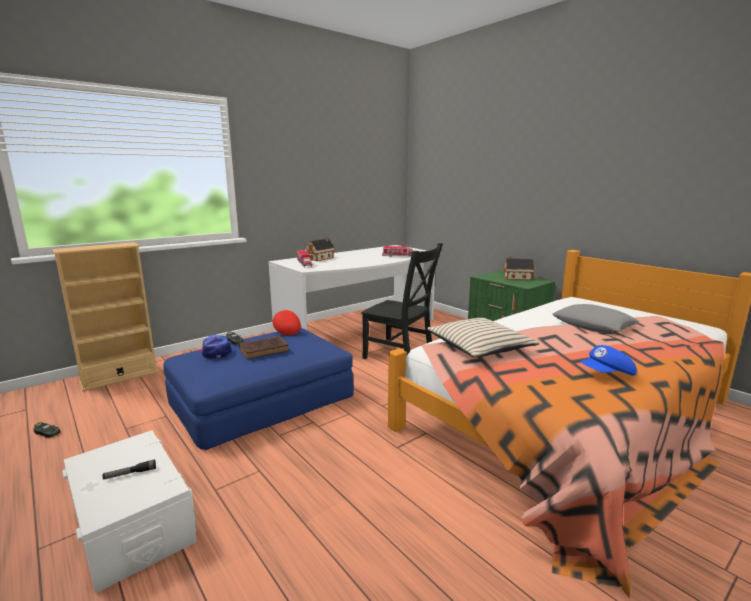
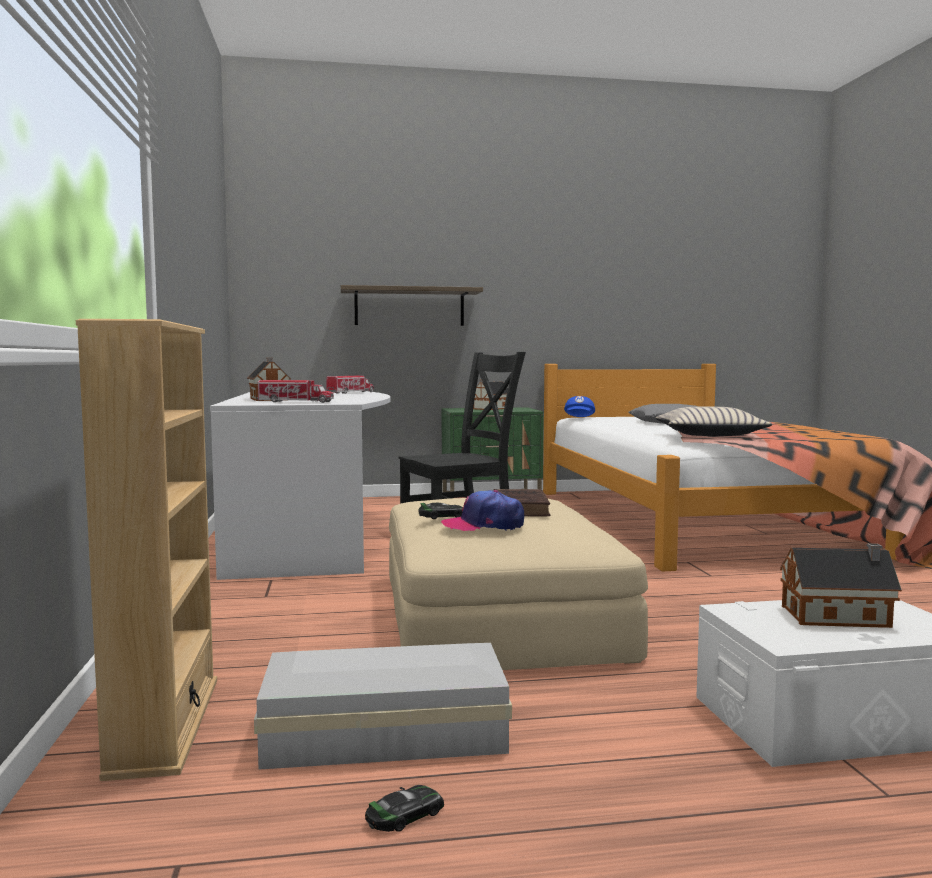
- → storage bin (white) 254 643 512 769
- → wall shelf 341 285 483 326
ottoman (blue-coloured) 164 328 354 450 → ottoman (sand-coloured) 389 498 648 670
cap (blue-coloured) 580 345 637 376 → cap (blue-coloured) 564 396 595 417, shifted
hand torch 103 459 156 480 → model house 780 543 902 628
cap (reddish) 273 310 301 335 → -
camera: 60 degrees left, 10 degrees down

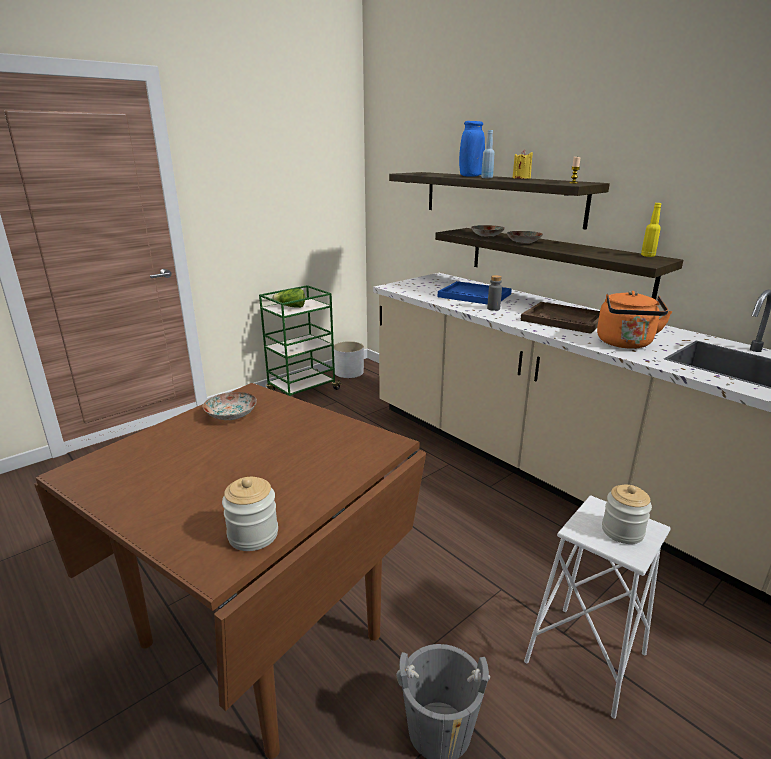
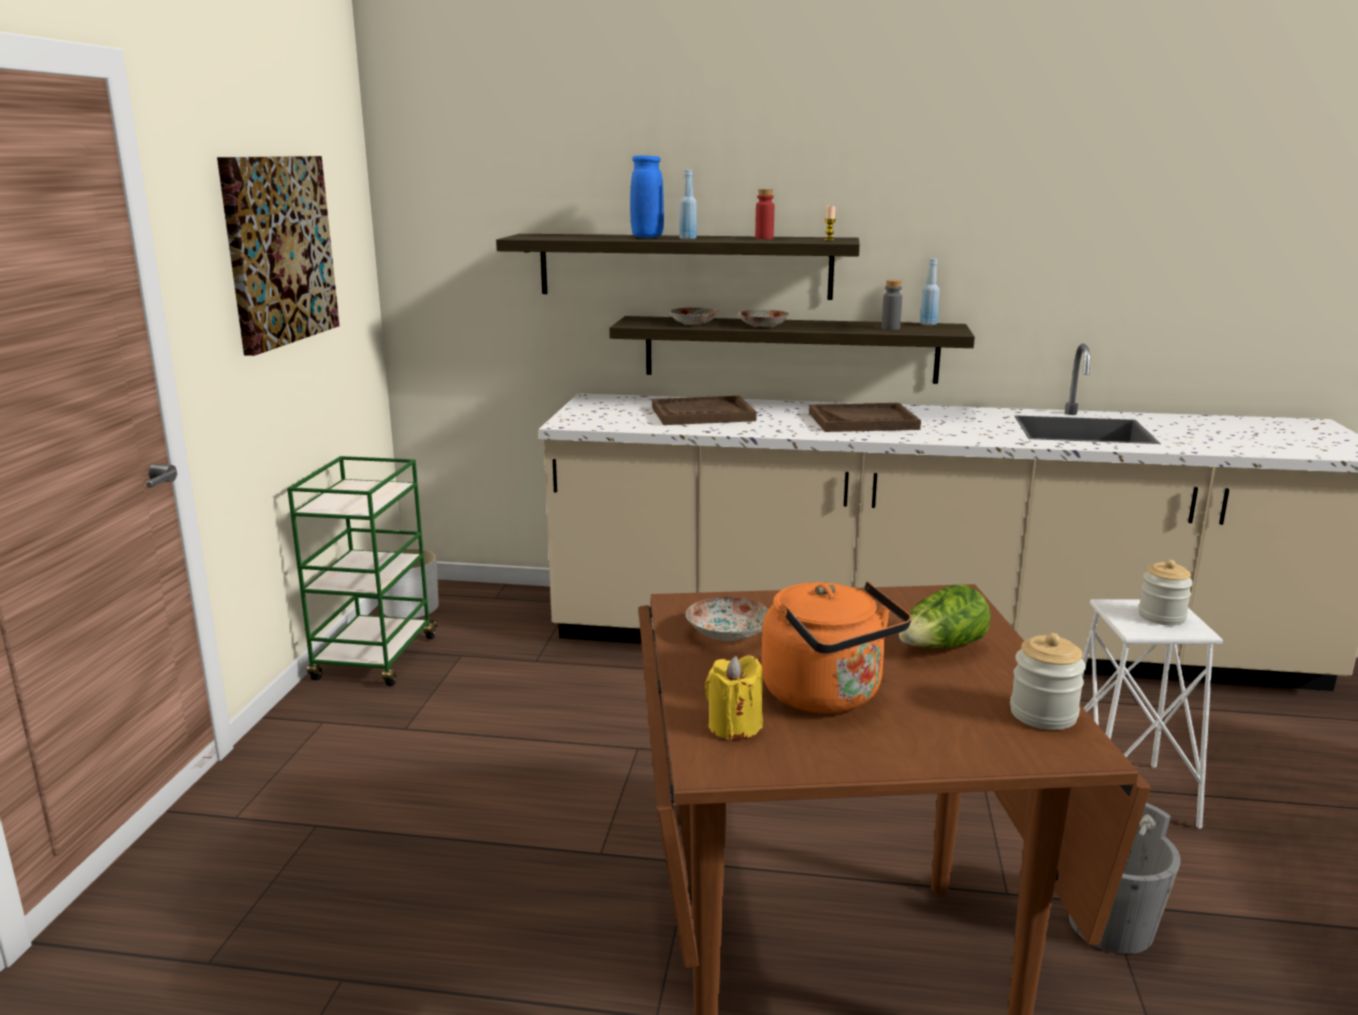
- → picture 217 156 340 356
tray (blue-coloured) 438 281 512 305 → tray (brownish) 652 396 757 425
wax light (yellow) 512 150 533 179 → wax light (yellow) 705 655 763 740, shifted
- → beverage bottle (reddish) 755 189 774 239
tea kettle (orangey) 597 291 672 349 → tea kettle (orangey) 761 581 911 713, shifted
beverage bottle (greyish) 487 275 502 311 → beverage bottle (greyish) 882 280 902 330, shifted
head of lettuce 272 289 305 308 → head of lettuce 899 585 991 648, shifted
beverage bottle (yellow) 641 203 662 257 → beverage bottle (blue-coloured) 920 258 940 325
camera: 40 degrees left, 5 degrees down

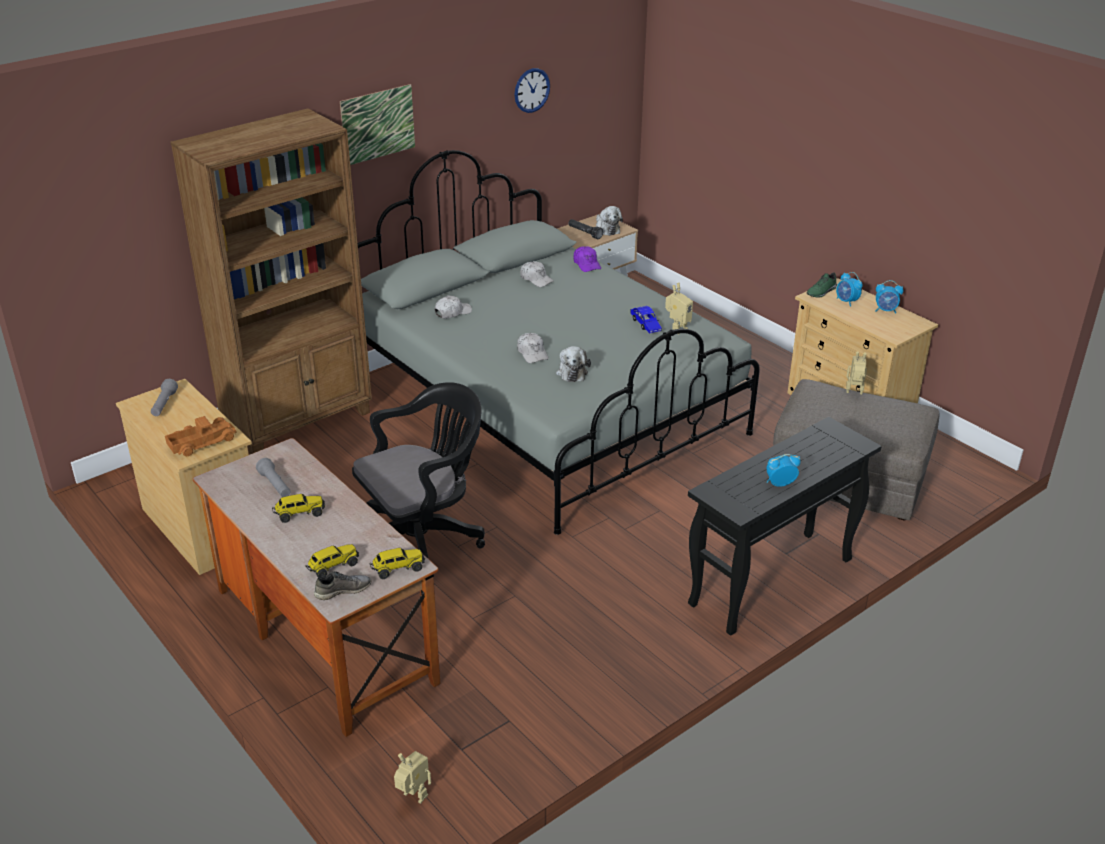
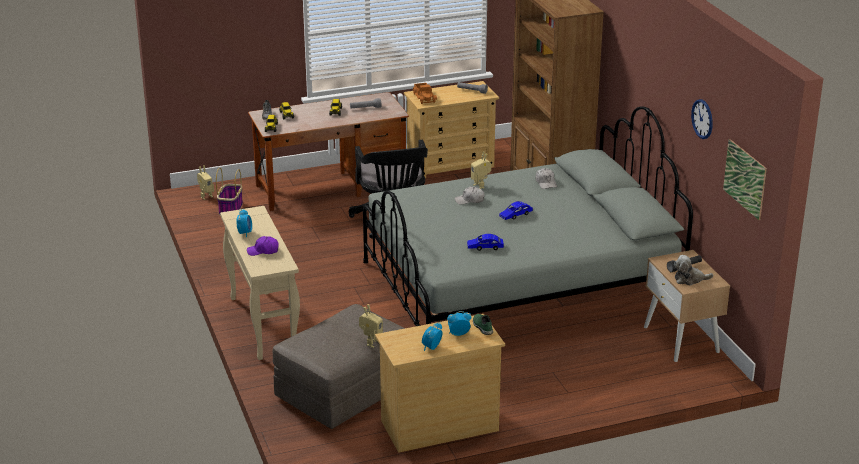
- → storage basket 216 168 243 215
hall table (black) 688 417 882 636 → hall table (sand-coloured) 220 206 300 360
cap (purple) 573 246 601 272 → cap (purple) 247 236 279 256, shifted
model robot 665 283 693 330 → model robot 471 151 491 189, shifted
- → model car (blue-coloured) 499 201 533 220
picture 340 84 415 165 → picture 723 139 767 220, shifted
cap (white) 520 261 554 287 → -
soft toy 556 346 591 382 → -
camera: 110 degrees right, 5 degrees down

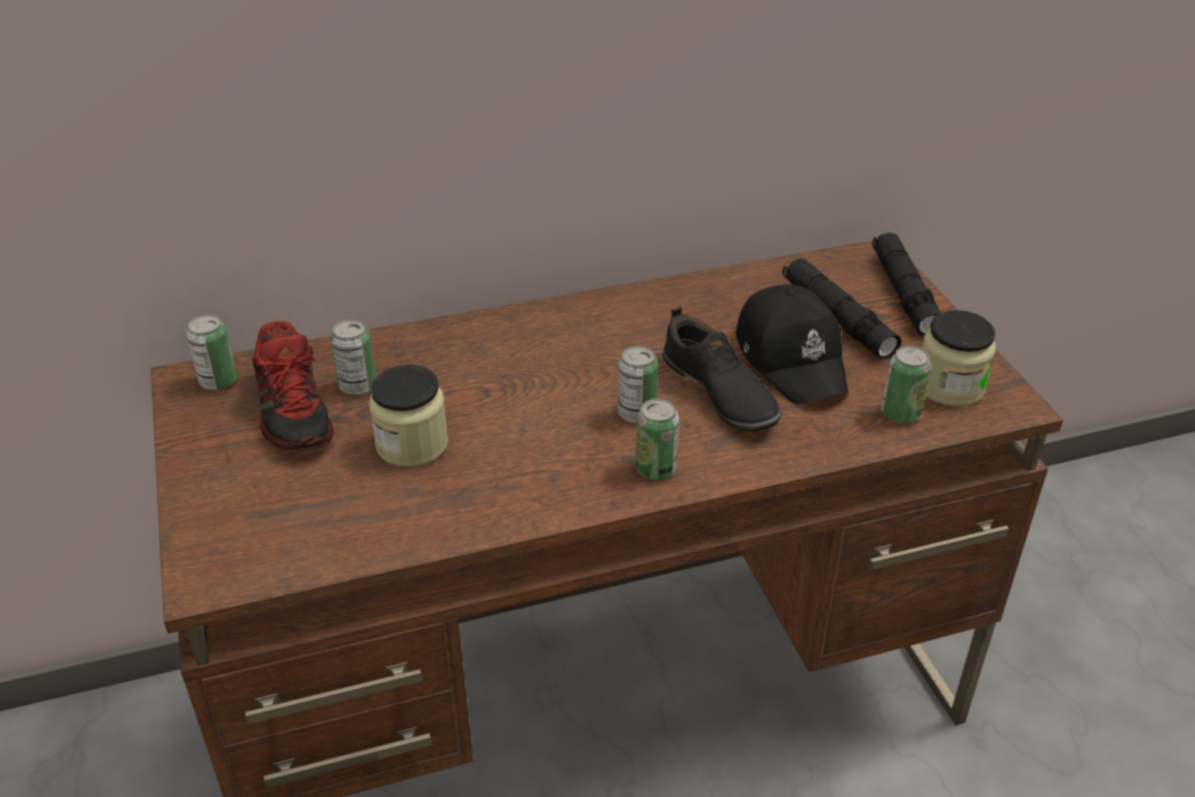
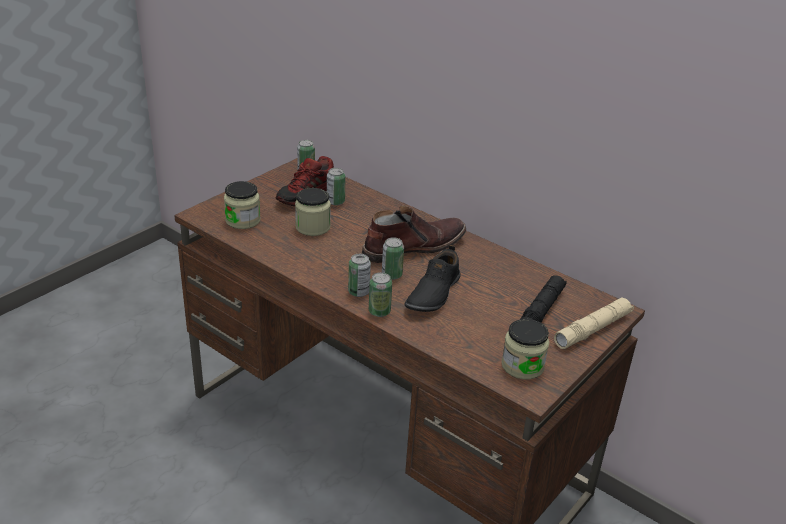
- → storage jar 224 181 261 229
- → boot (brownish) 362 206 466 263
can 882 345 931 423 → can 369 272 392 317, shifted
hand torch (black) 872 232 940 337 → hand torch (sand-coloured) 554 297 634 349
cap (black) 736 285 849 404 → -
camera: 55 degrees right, 5 degrees down

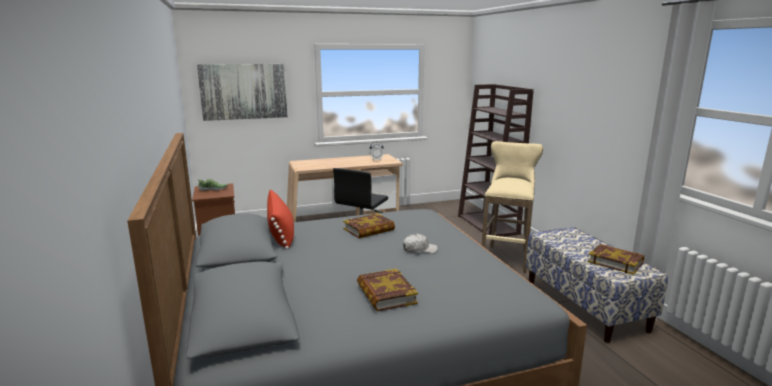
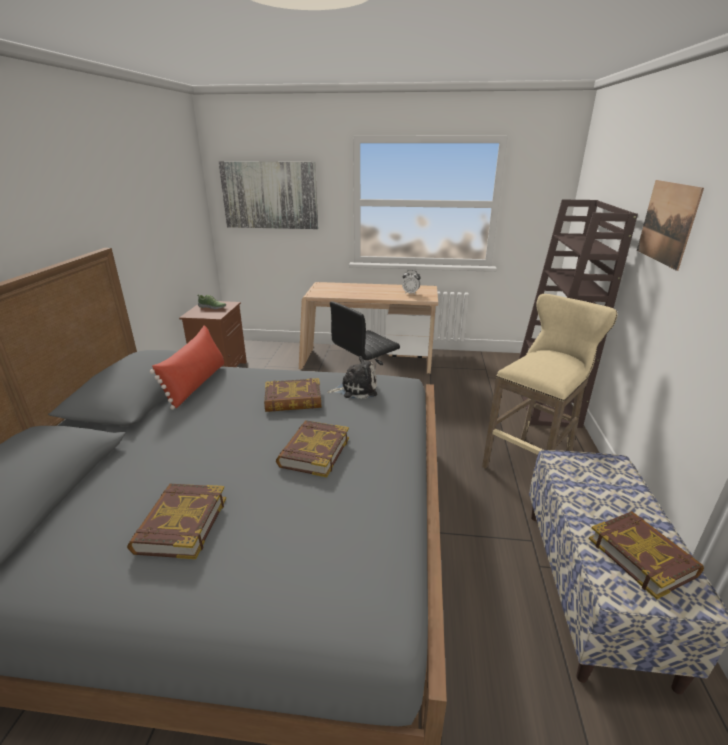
cap (white) 403 234 438 253 → book 276 420 349 477
- → soft toy 327 356 377 399
- → picture 637 180 704 271
camera: 25 degrees right, 10 degrees up

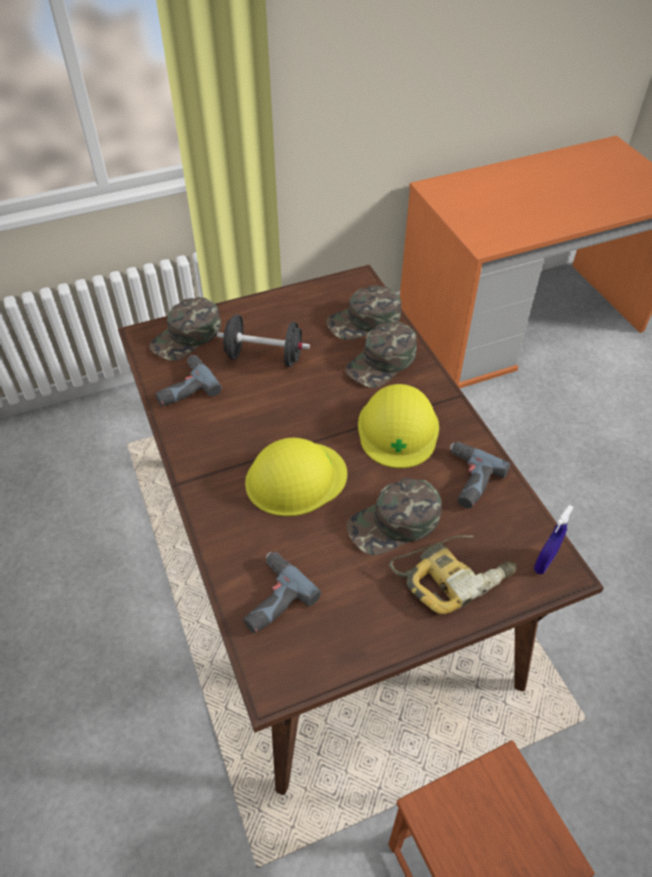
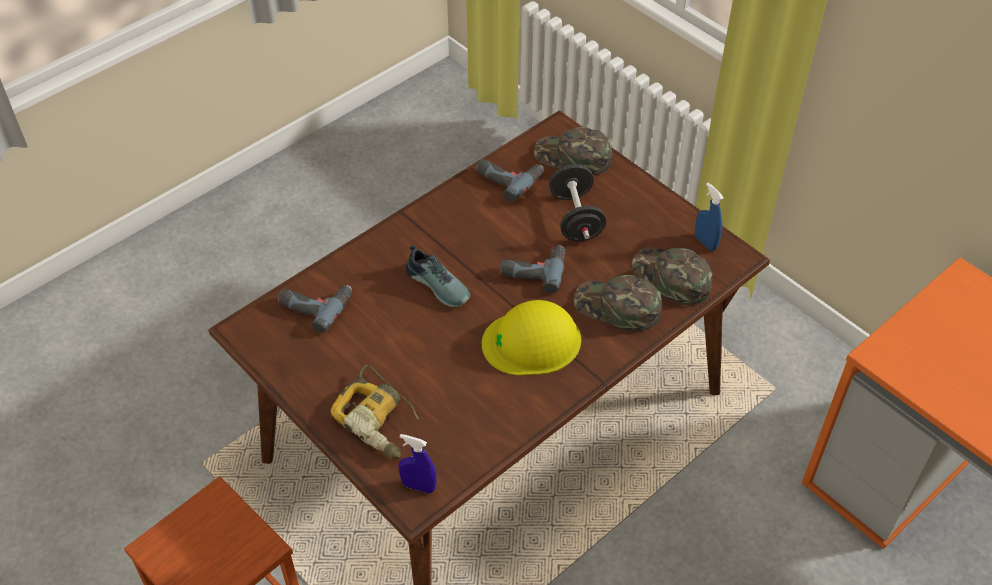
work helmet (yellow) 245 438 347 516 → item of footwear 406 245 470 307
drill 450 442 511 508 → drill 499 245 565 293, shifted
- → spray bottle (blue-coloured) 695 183 724 251
cap (greenish) 347 478 442 555 → -
camera: 70 degrees right, 0 degrees up

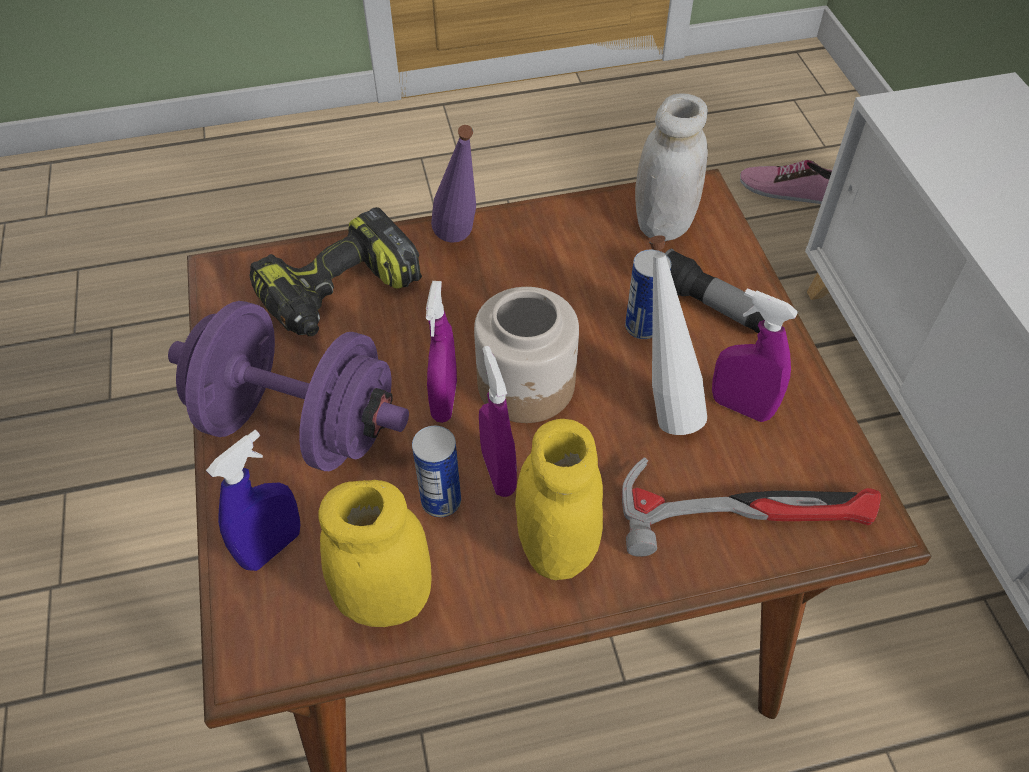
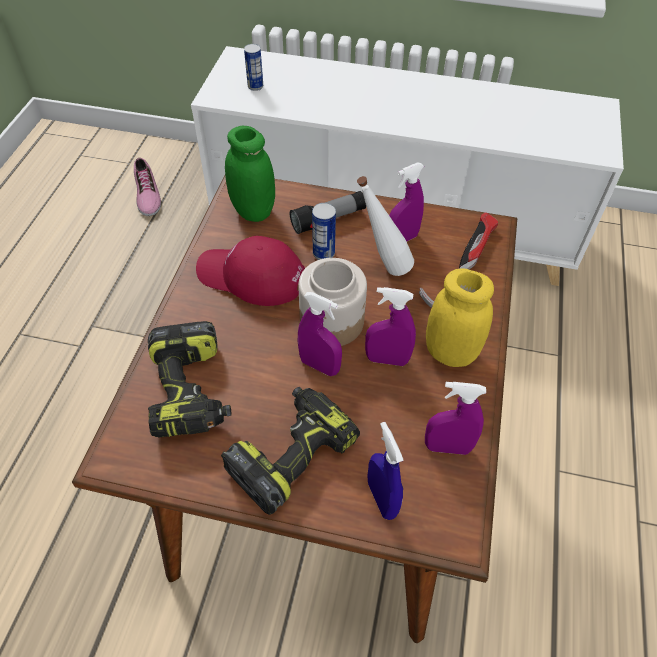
item of footwear 740 160 832 204 → item of footwear 134 158 161 216, 60 degrees counterclockwise
- → cap (reddish) 196 236 305 306
hand weight (purple) 168 301 409 471 → drill 221 387 360 515
storage jar (white) 635 93 708 241 → storage jar (greenish) 225 126 275 222
can 412 426 461 517 → can 244 44 263 91, shifted
storage jar (yellow) 318 480 432 627 → spray bottle (purple) 425 382 486 455
beverage bottle (purple) 431 125 476 243 → -
camera: 65 degrees left, 0 degrees up

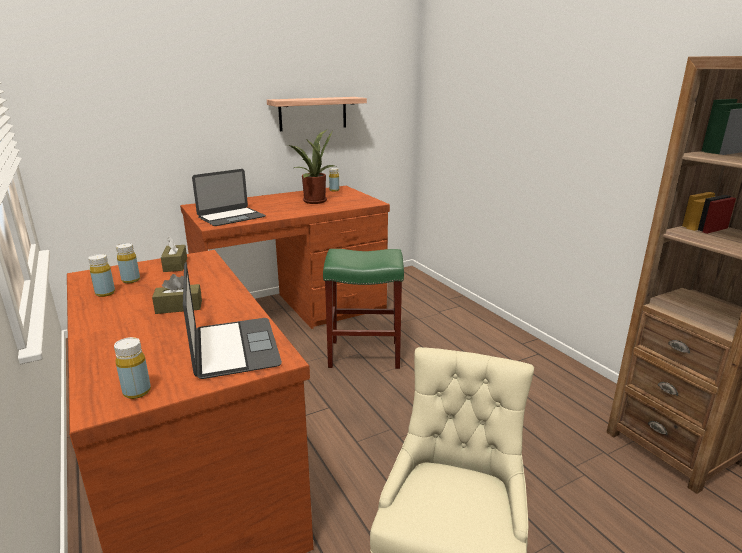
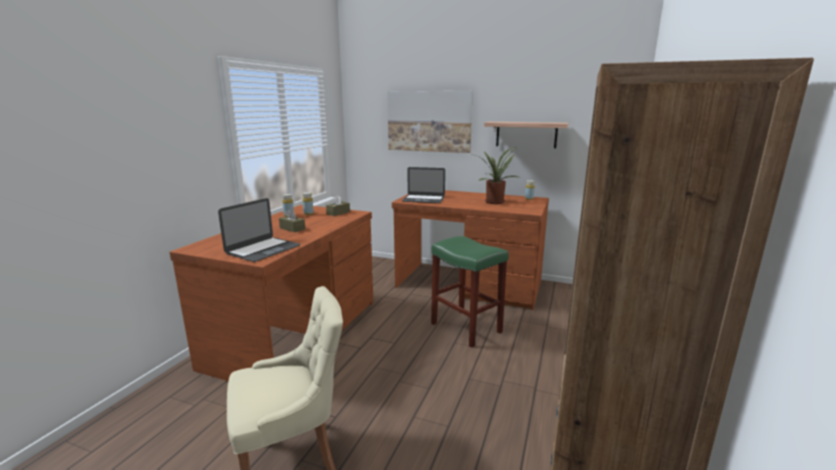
- → picture 387 91 473 153
beverage bottle (yellow) 114 337 151 399 → -
camera: 50 degrees right, 5 degrees down

